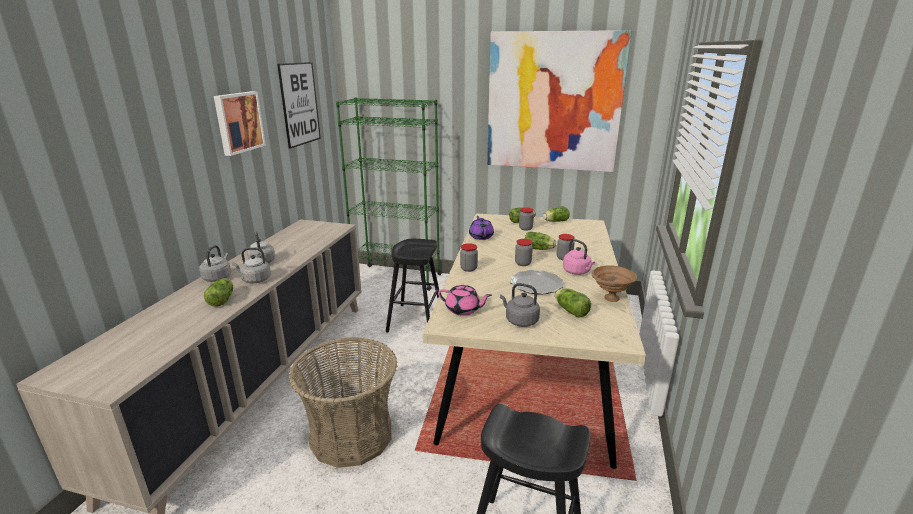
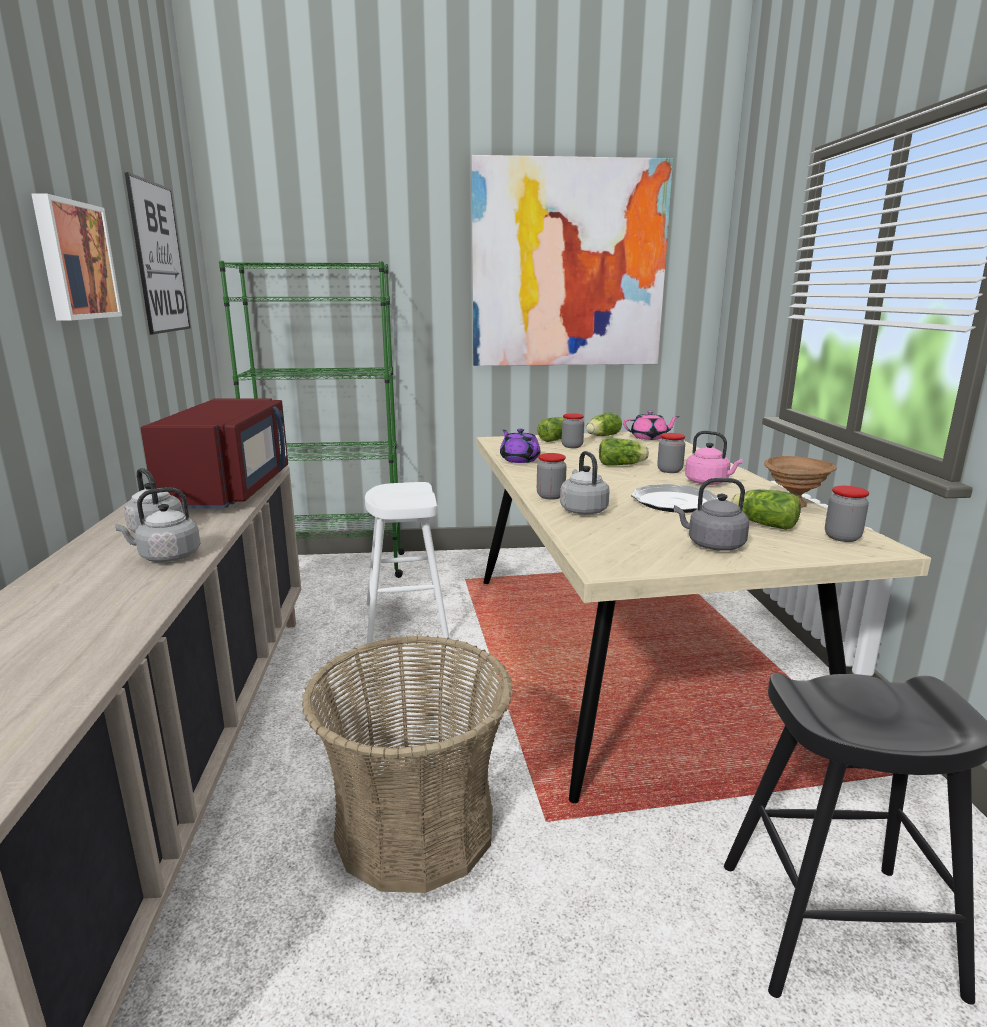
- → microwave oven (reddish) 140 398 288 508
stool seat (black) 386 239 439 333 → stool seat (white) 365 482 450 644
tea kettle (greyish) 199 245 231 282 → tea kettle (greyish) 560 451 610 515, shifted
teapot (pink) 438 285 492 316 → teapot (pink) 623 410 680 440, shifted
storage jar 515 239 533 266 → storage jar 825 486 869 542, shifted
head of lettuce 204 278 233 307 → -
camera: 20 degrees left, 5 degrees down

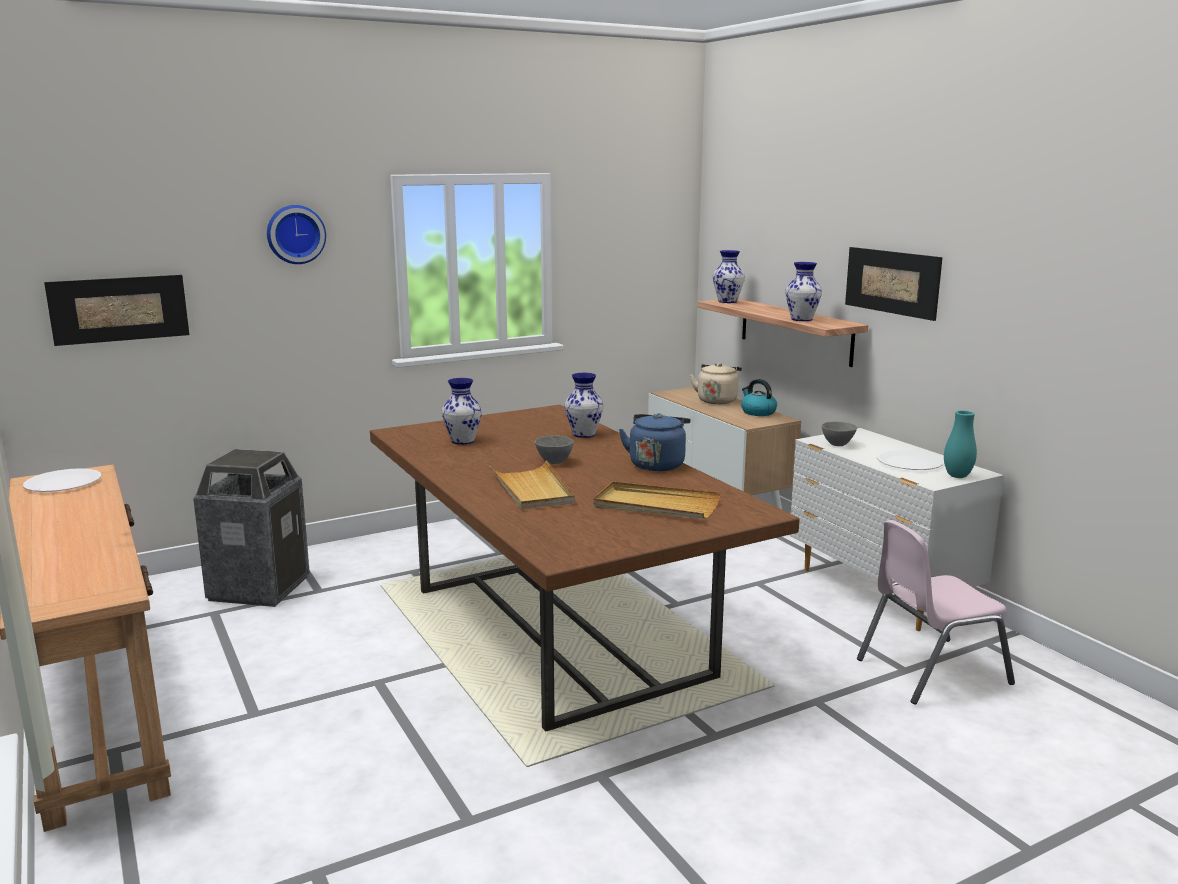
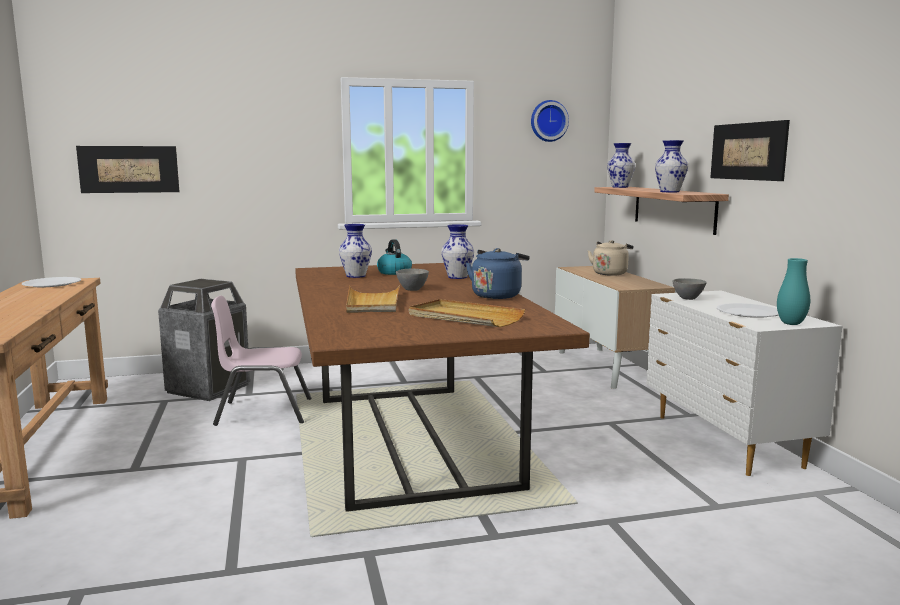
chair (pink) 857 520 1015 705 → chair (pink) 211 296 312 426, shifted
tea kettle 741 379 777 416 → tea kettle 377 239 412 275, shifted
wall clock 267 205 326 264 → wall clock 531 100 569 142, shifted
camera: 15 degrees right, 5 degrees down

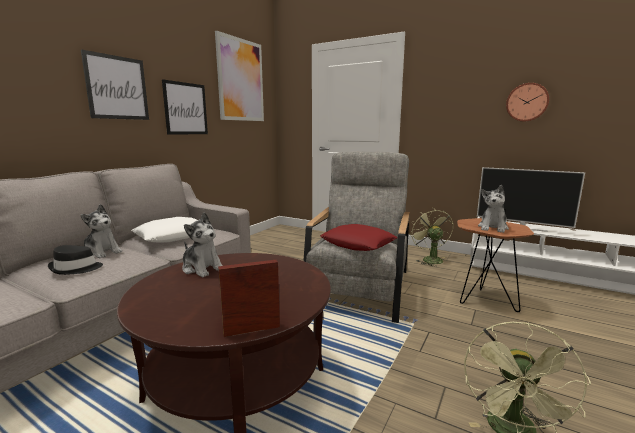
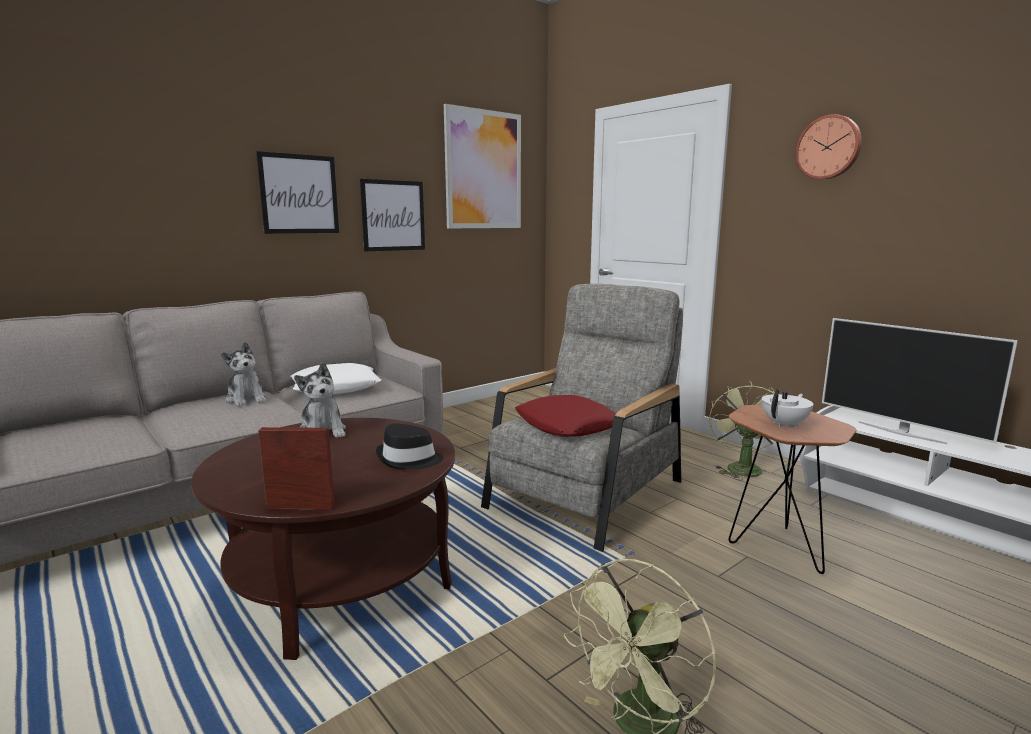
clothing hat (black) 48 245 103 275 → clothing hat (black) 376 423 443 469, shifted
soft toy 478 185 509 233 → teapot (white) 762 389 813 428
wall clock 506 83 549 122 → wall clock 795 114 862 180, shifted
camera: 20 degrees right, 0 degrees up

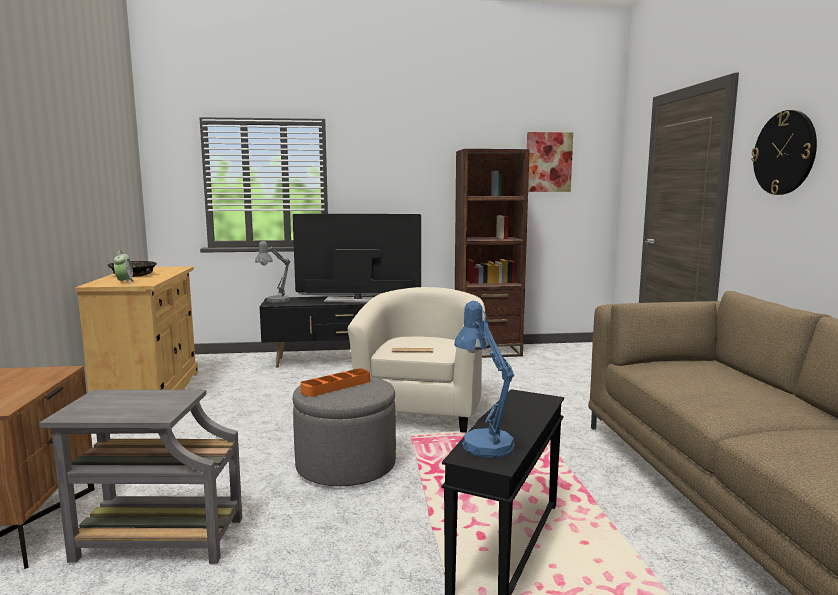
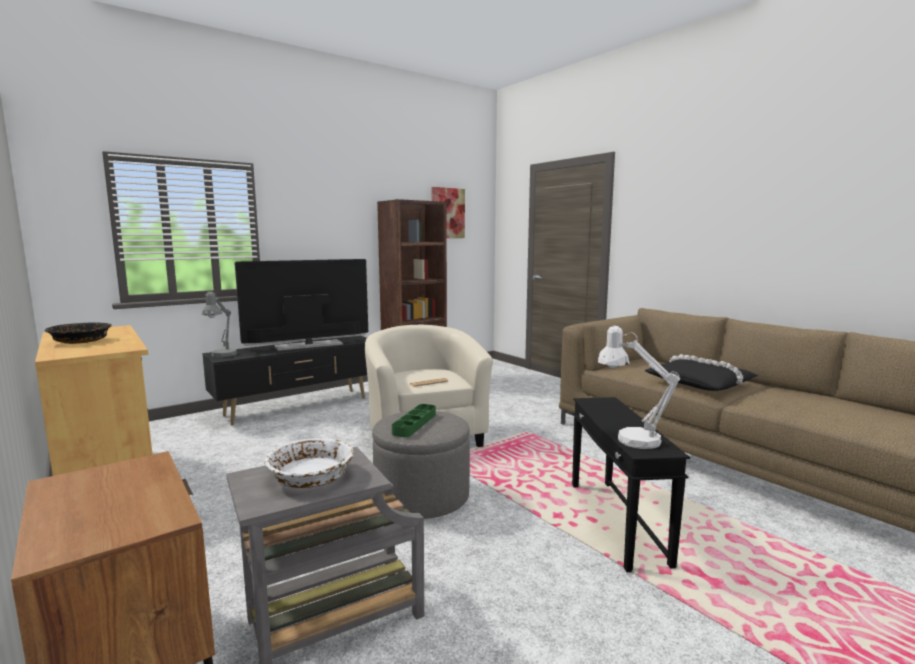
- → serving bowl (white) 264 438 354 488
tray (orangey) 300 368 370 397 → tray (greenish) 392 404 436 437
lamp for a table (blue-coloured) 454 301 515 458 → lamp for a table (white) 597 326 680 449
- → cushion (black) 645 354 758 391
bedside clock 114 251 133 284 → -
wall clock 751 110 817 195 → -
camera: 30 degrees left, 0 degrees up

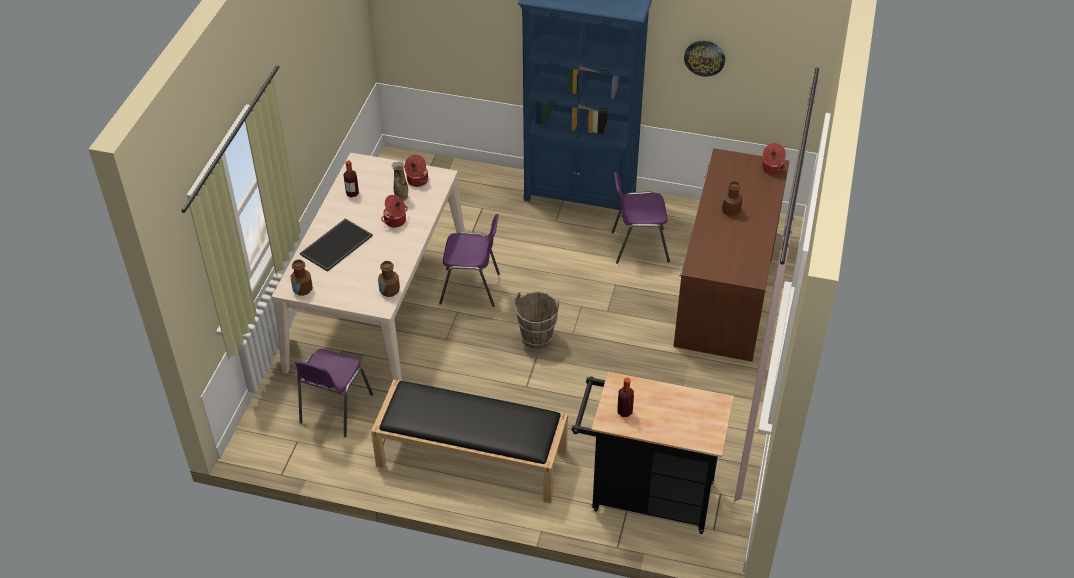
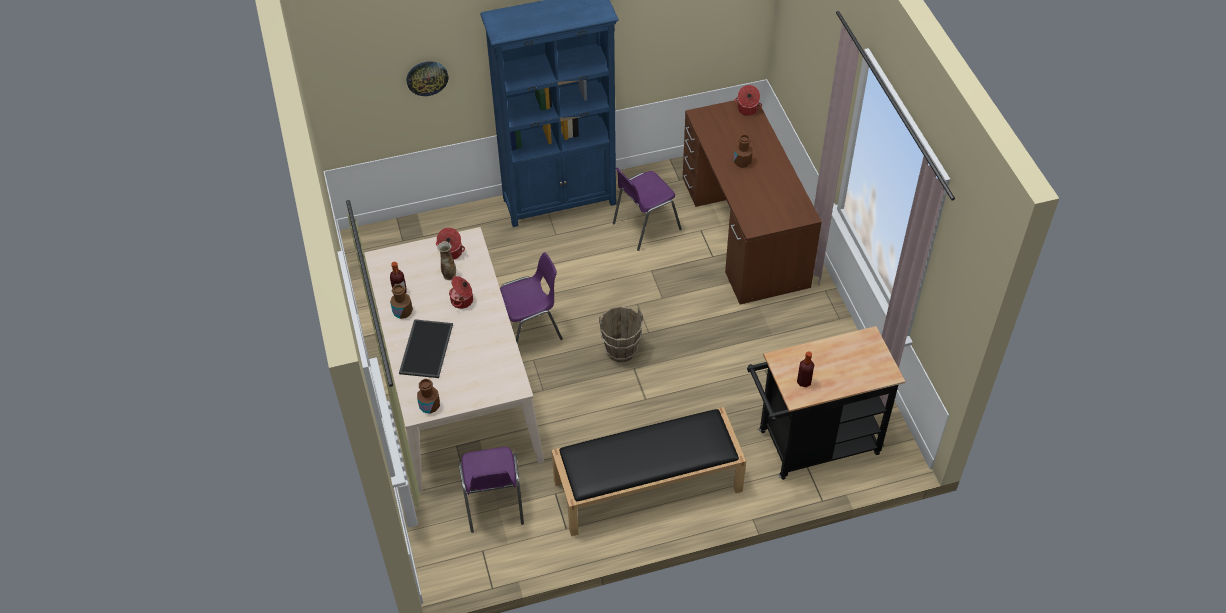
beverage bottle (brownish) 378 261 400 297 → beverage bottle (brownish) 390 284 413 319, shifted
wall clock 684 41 725 77 → wall clock 407 62 448 96, shifted
camera: 30 degrees left, 5 degrees up

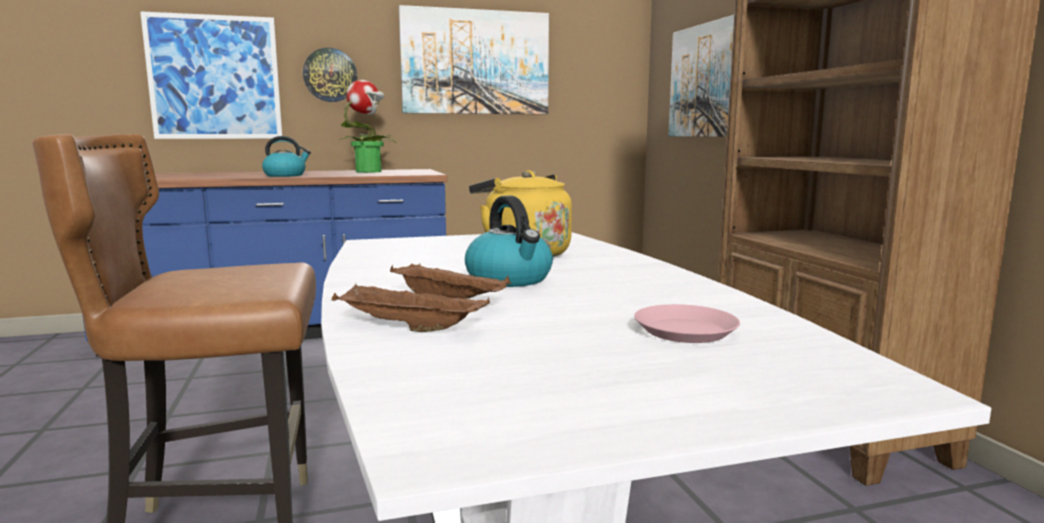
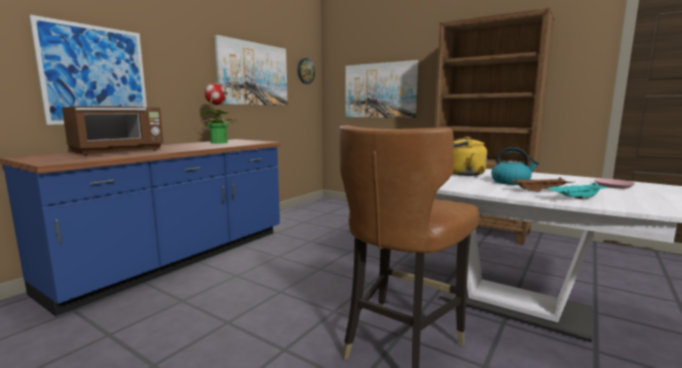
- → microwave oven (brownish) 62 106 163 156
wall clock 303 48 357 102 → wall clock 298 58 315 84, shifted
tray (brownish) 332 285 490 332 → tray (blue-green) 547 183 607 200
tea kettle 262 136 311 177 → -
camera: 40 degrees left, 0 degrees up

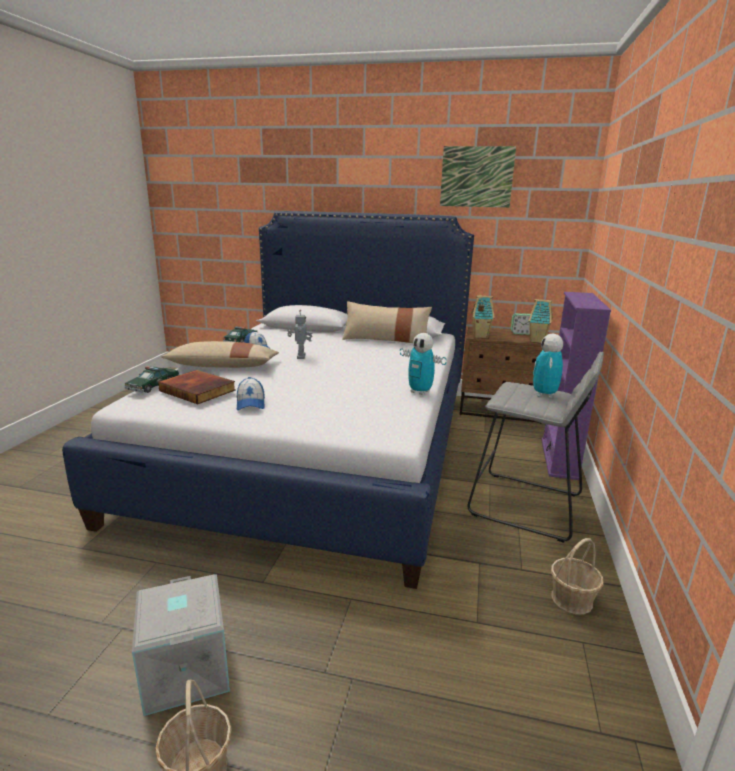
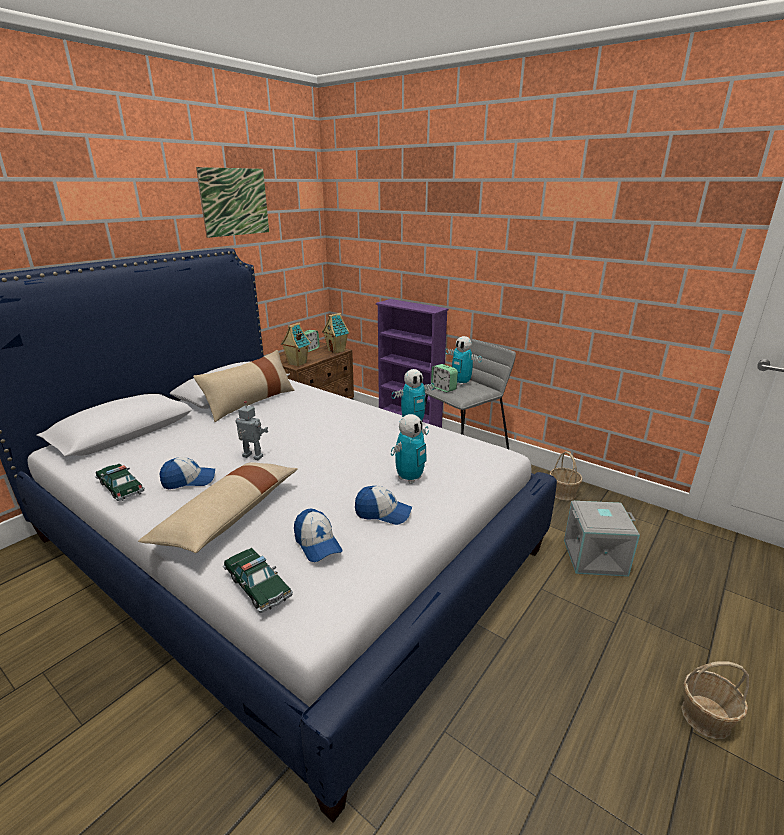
book 158 370 236 404 → cap 294 508 342 562
- → model robot 391 414 429 484
- → bedside clock 431 364 458 392
storage bin (greyish) 132 574 230 716 → storage bin (greyish) 564 501 640 577, shifted
camera: 65 degrees left, 5 degrees up

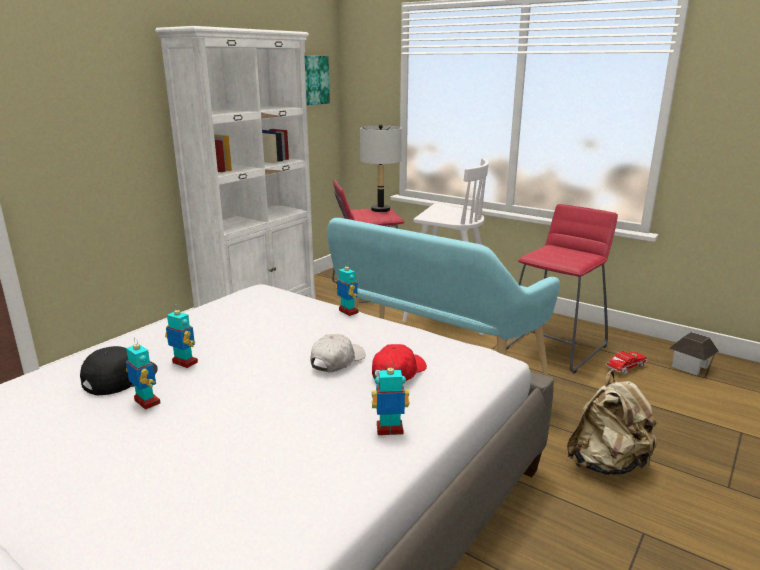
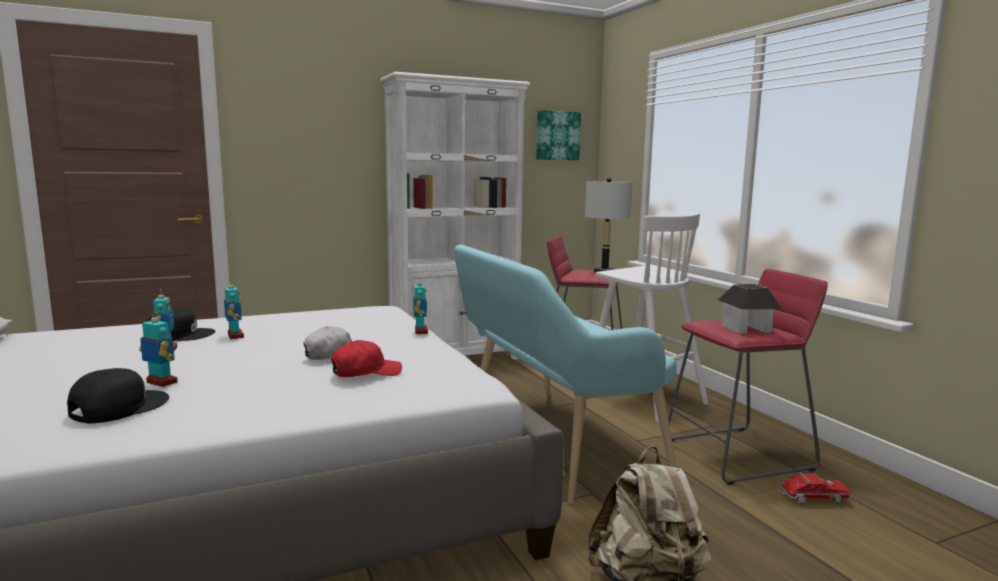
- → cap (black) 67 368 169 424
model robot 372 364 409 435 → model robot 139 310 178 387, shifted
model house 669 332 719 375 → model house 718 284 782 334, shifted
camera: 30 degrees right, 10 degrees down

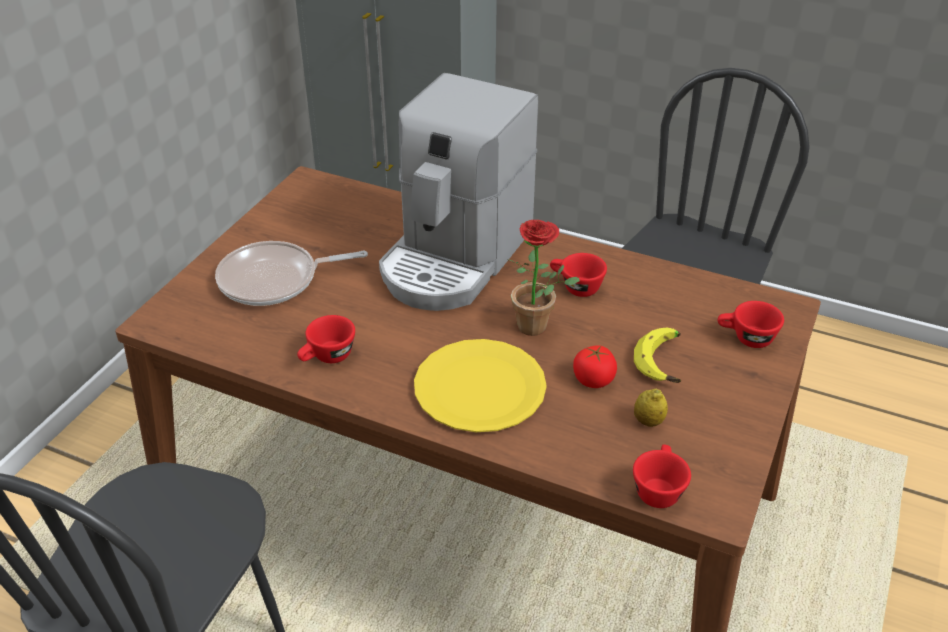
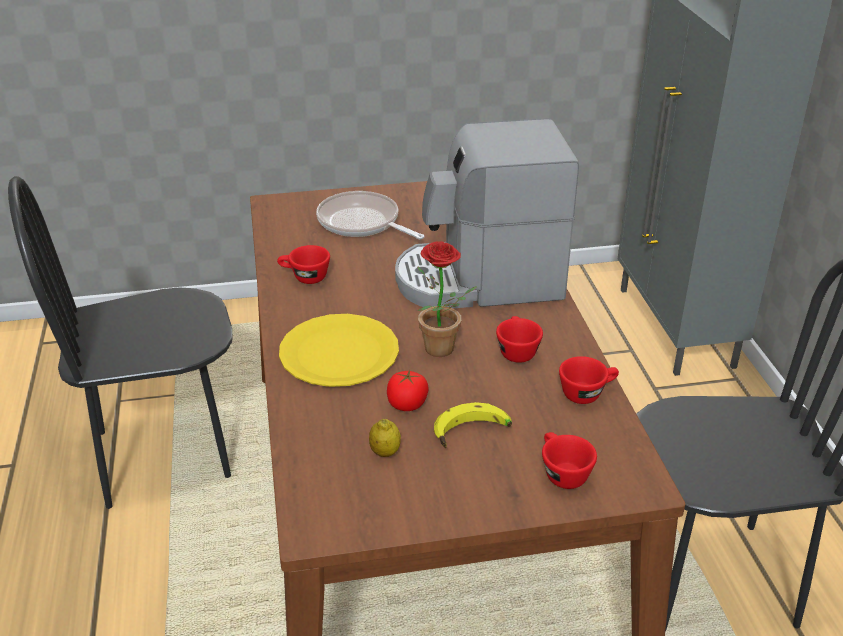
cup (reddish) 633 444 691 508 → cup (reddish) 559 356 619 404, shifted
camera: 55 degrees right, 5 degrees down

